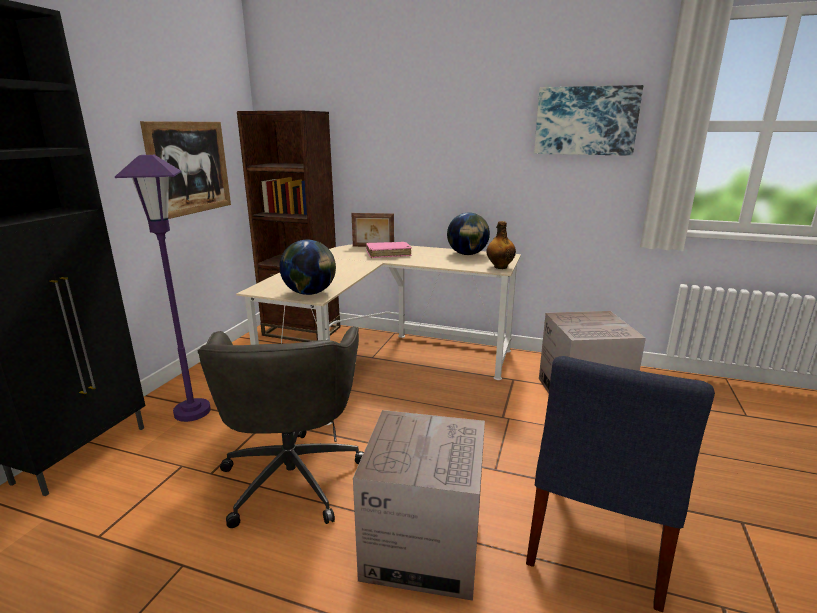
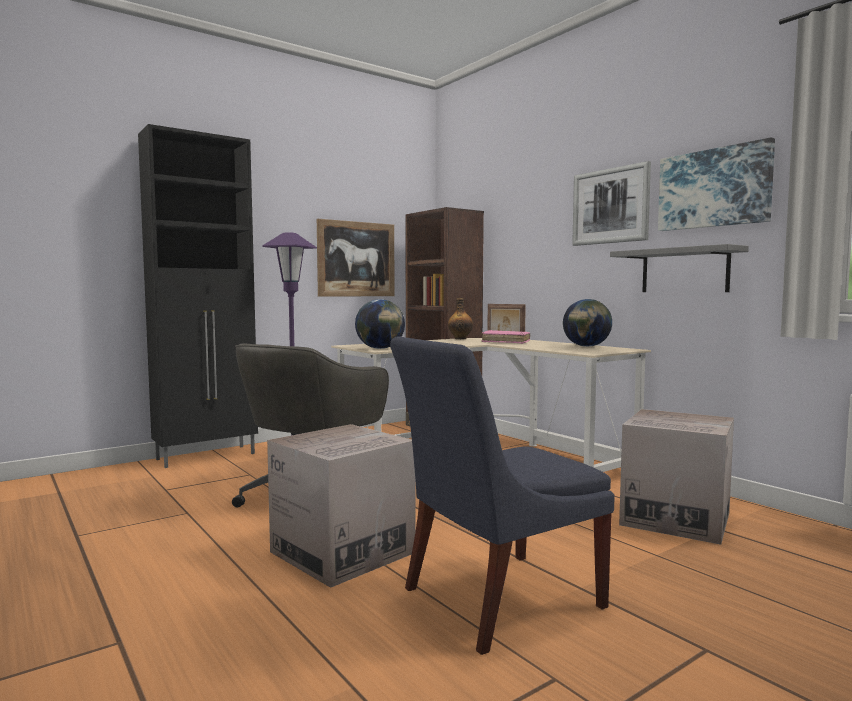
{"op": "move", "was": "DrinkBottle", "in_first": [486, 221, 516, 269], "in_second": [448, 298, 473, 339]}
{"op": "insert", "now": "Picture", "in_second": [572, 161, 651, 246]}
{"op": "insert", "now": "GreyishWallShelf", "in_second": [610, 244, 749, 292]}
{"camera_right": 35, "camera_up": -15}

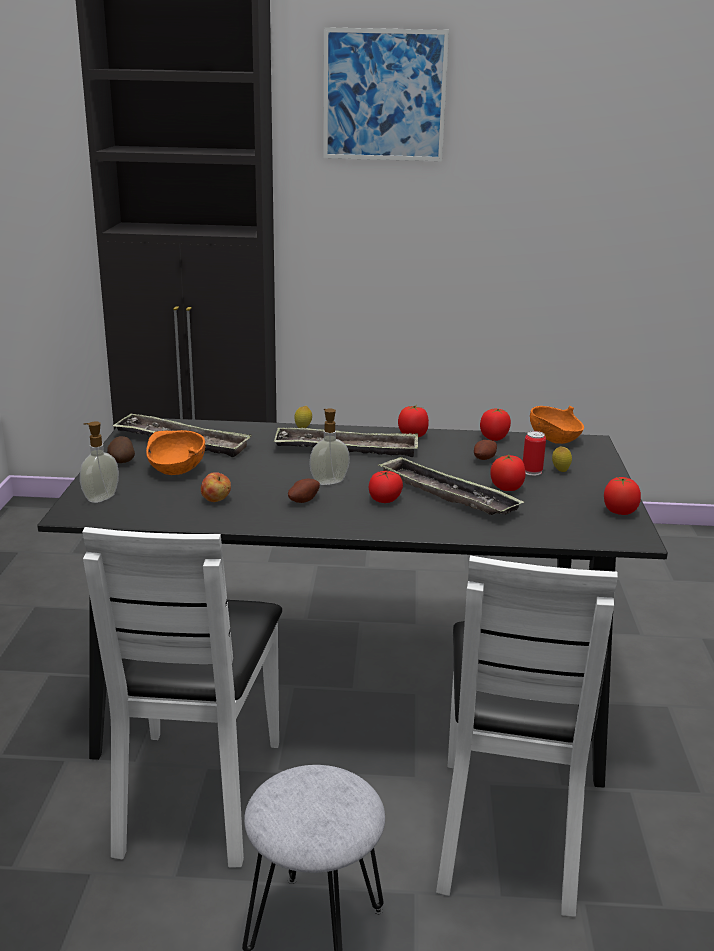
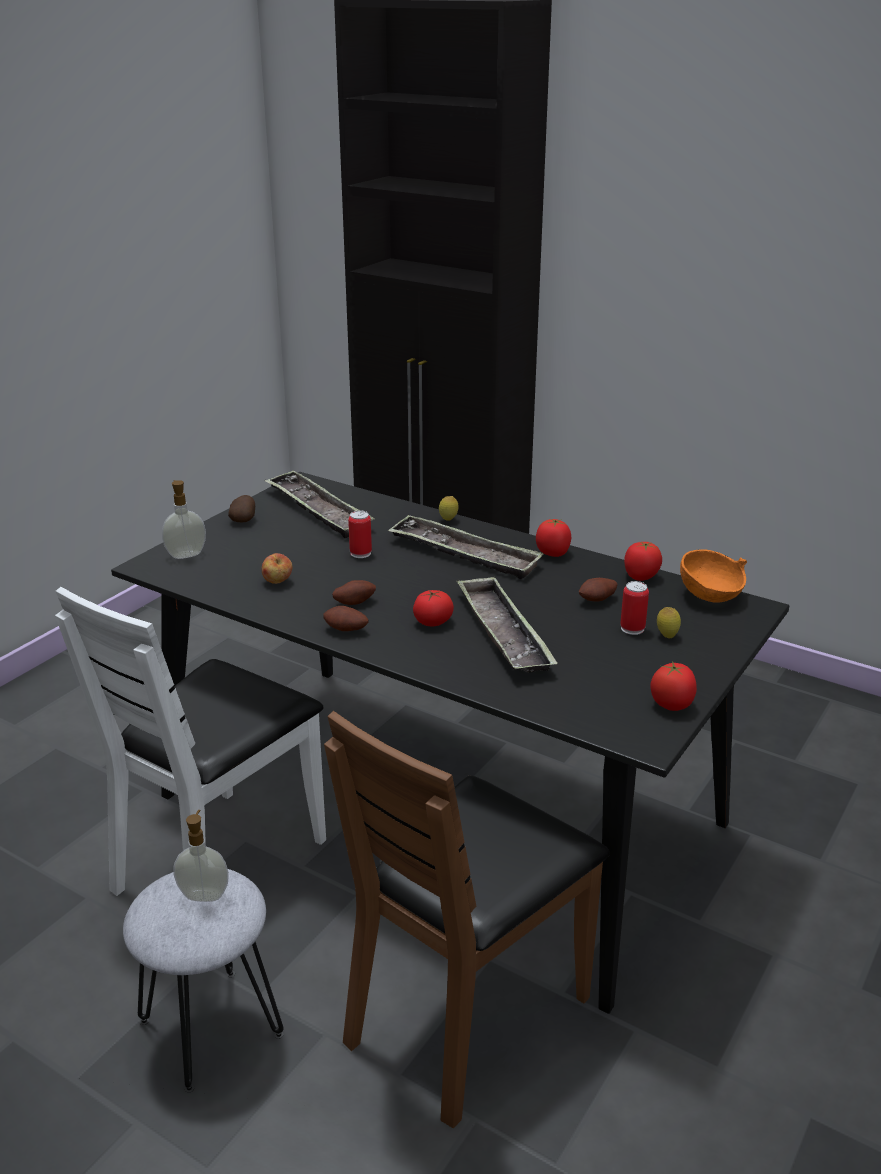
{"op": "delete", "was": "Picture", "in_first": [323, 27, 449, 161]}
{"op": "move", "was": "LiquidSoapBottle", "in_first": [309, 409, 350, 485], "in_second": [174, 810, 229, 902]}
{"op": "delete", "was": "OrangeyDeepDish", "in_first": [146, 430, 206, 475]}
{"op": "delete", "was": "FreshTomato", "in_first": [490, 455, 526, 491]}
{"op": "recolor", "was": "WhiteColouredChair", "now": "BrownishChair", "in_first": [436, 555, 618, 917], "in_second": [324, 711, 610, 1128]}
{"op": "insert", "now": "SealedCan", "in_second": [348, 511, 372, 558]}
{"op": "insert", "now": "WholePotato", "in_second": [323, 606, 369, 631]}
{"camera_right": 30, "camera_up": 5}

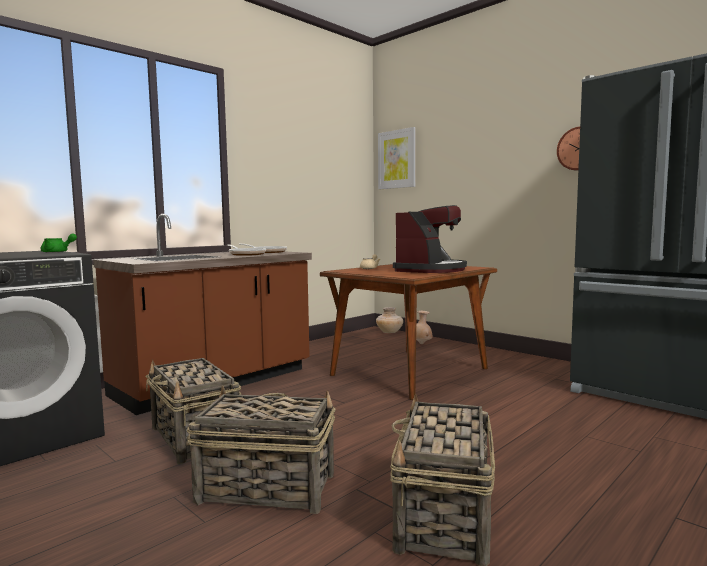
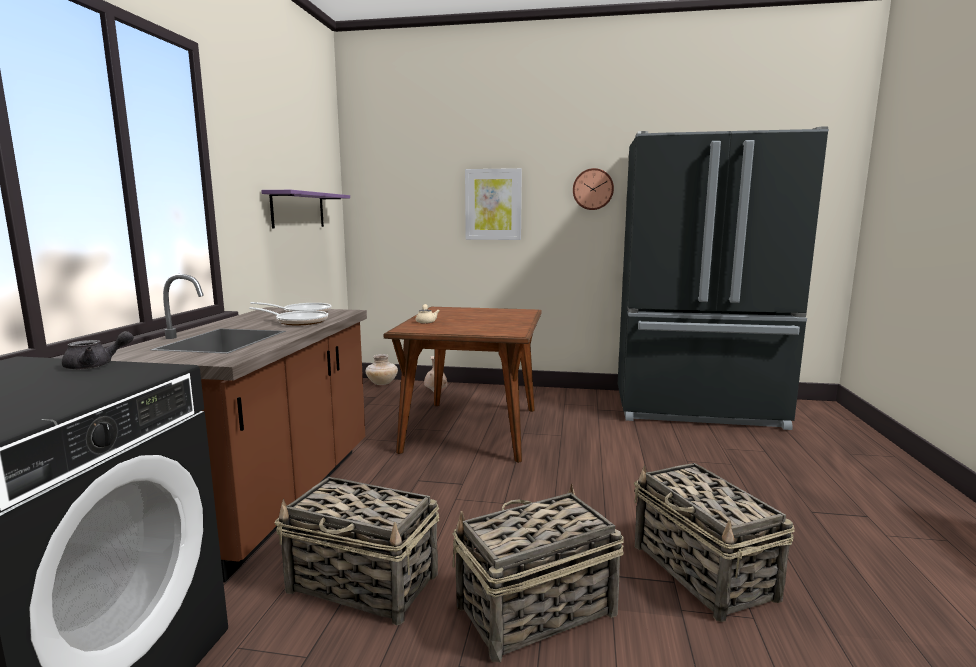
{"op": "move", "was": "Picture", "in_first": [378, 127, 416, 189], "in_second": [465, 168, 522, 240]}
{"op": "delete", "was": "CoffeeMaker", "in_first": [393, 205, 467, 273]}
{"op": "recolor", "was": "GreenishPotForTea", "now": "GreyishPotForTea", "in_first": [41, 234, 77, 253], "in_second": [62, 331, 134, 370]}
{"op": "insert", "now": "PurpleWallShelf", "in_second": [261, 190, 350, 228]}
{"camera_right": -35, "camera_up": 5}

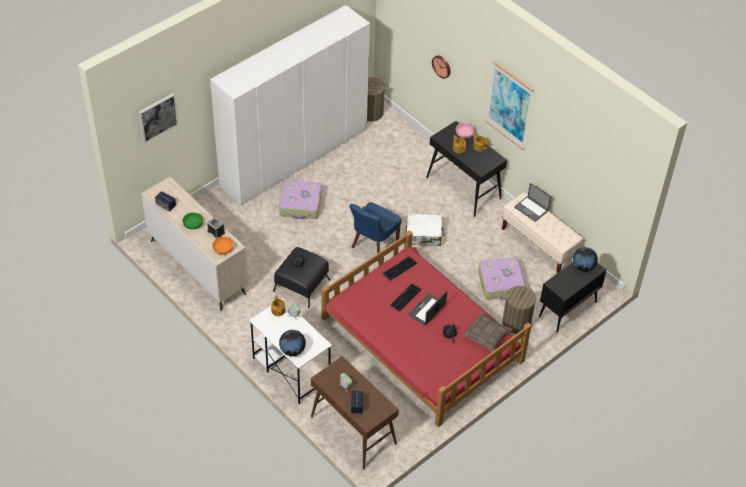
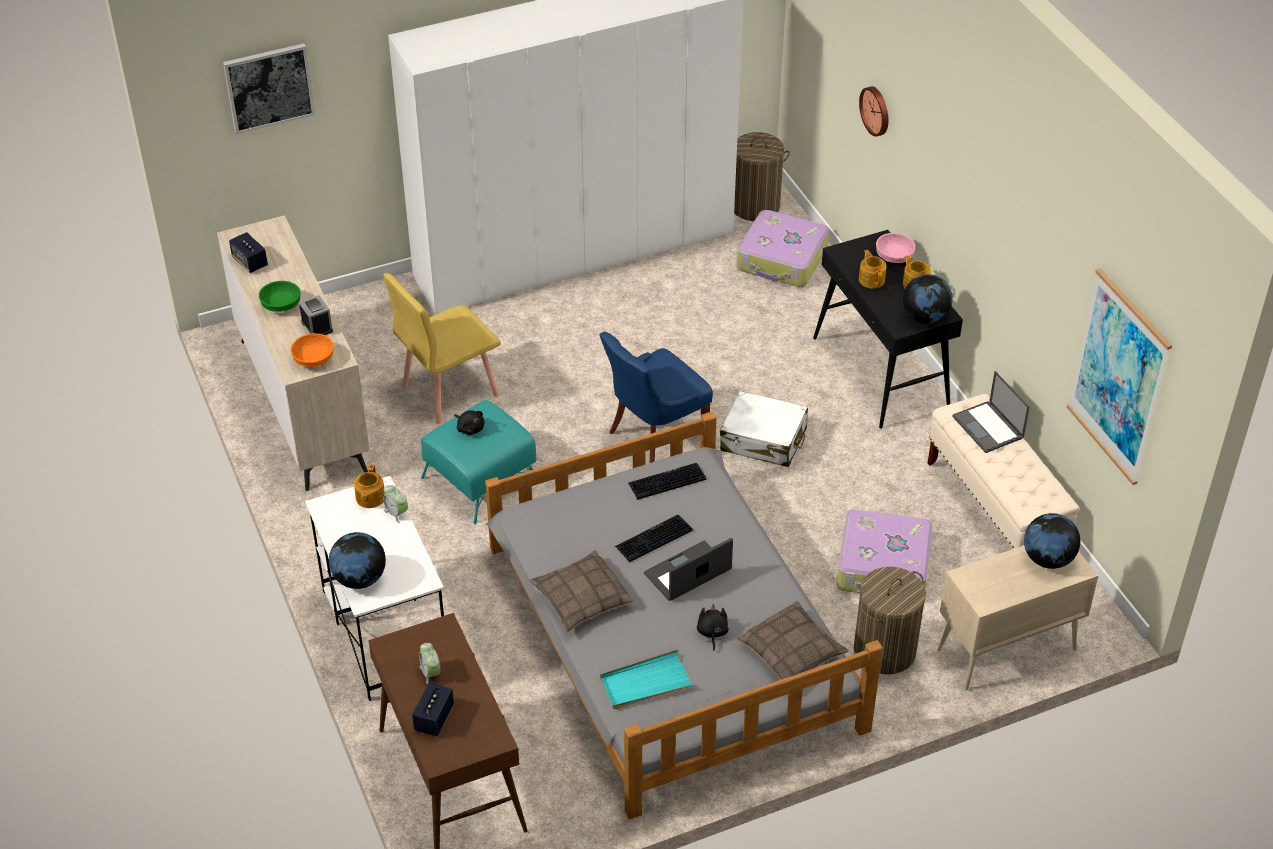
{"op": "move", "was": "Picture", "in_first": [486, 61, 534, 150], "in_second": [1067, 268, 1172, 485]}
{"op": "move", "was": "TravelCase", "in_first": [279, 180, 322, 219], "in_second": [737, 210, 829, 287]}
{"op": "recolor", "was": "RedColouredBed", "now": "GreyishBed", "in_first": [321, 230, 532, 427], "in_second": [485, 412, 883, 819]}
{"op": "recolor", "was": "BlackColouredOttoman", "now": "BlueGreenOttoman", "in_first": [273, 247, 330, 308], "in_second": [421, 400, 537, 524]}
{"op": "recolor", "was": "BlackColouredStorageCabinet", "now": "BeigeColouredStorageCabinet", "in_first": [539, 262, 606, 332], "in_second": [938, 545, 1098, 690]}
{"op": "insert", "now": "YellowChair", "in_second": [383, 273, 501, 424]}
{"op": "insert", "now": "Globe", "in_second": [903, 274, 953, 324]}
{"op": "insert", "now": "Pillow", "in_second": [529, 550, 635, 633]}
{"op": "insert", "now": "BlueGreenTray", "in_second": [600, 649, 694, 709]}
{"camera_right": 20, "camera_up": -5}

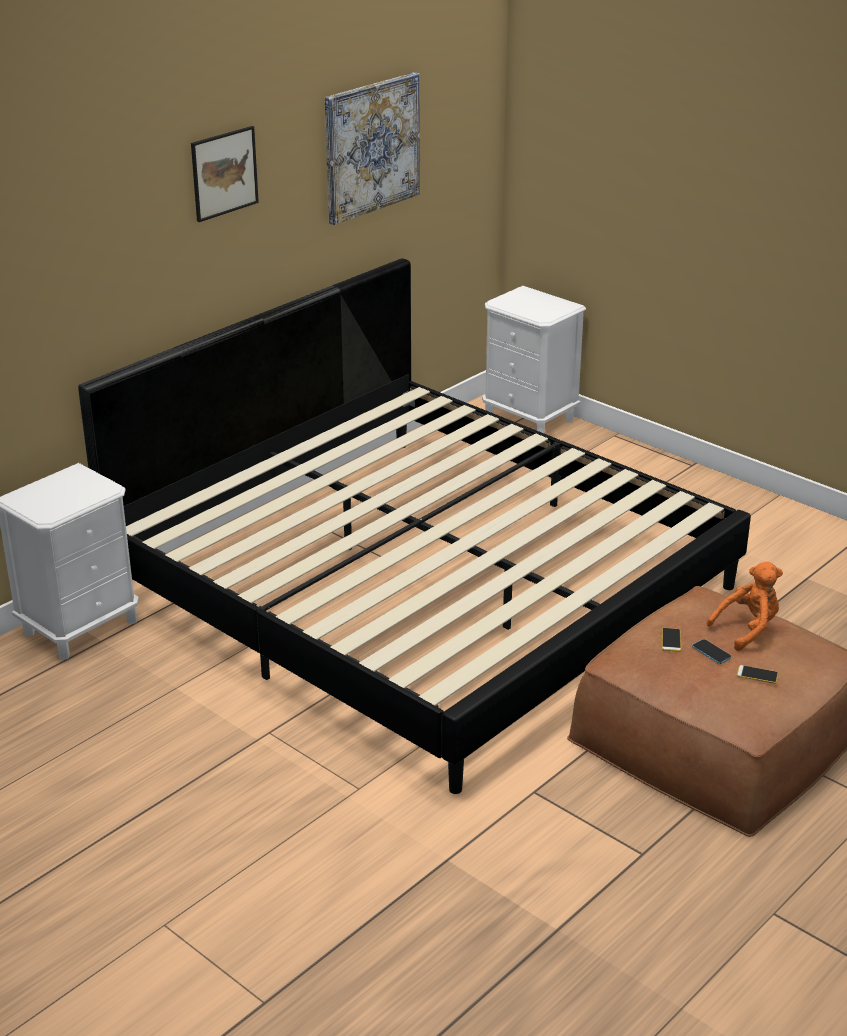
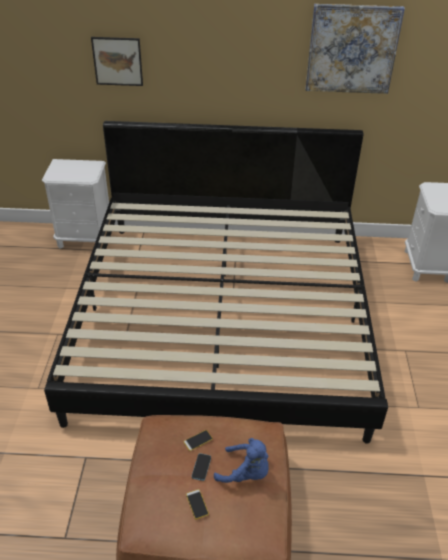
{"op": "move", "was": "Picture", "in_first": [191, 126, 259, 222], "in_second": [91, 37, 143, 86]}
{"op": "recolor", "was": "OrangeyCuddlyToy", "now": "BluishCuddlyToy", "in_first": [707, 561, 783, 651], "in_second": [214, 438, 269, 483]}
{"camera_right": 50, "camera_up": 10}

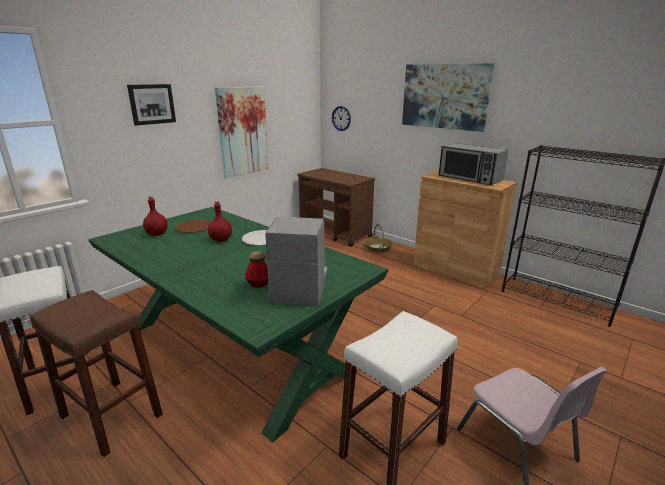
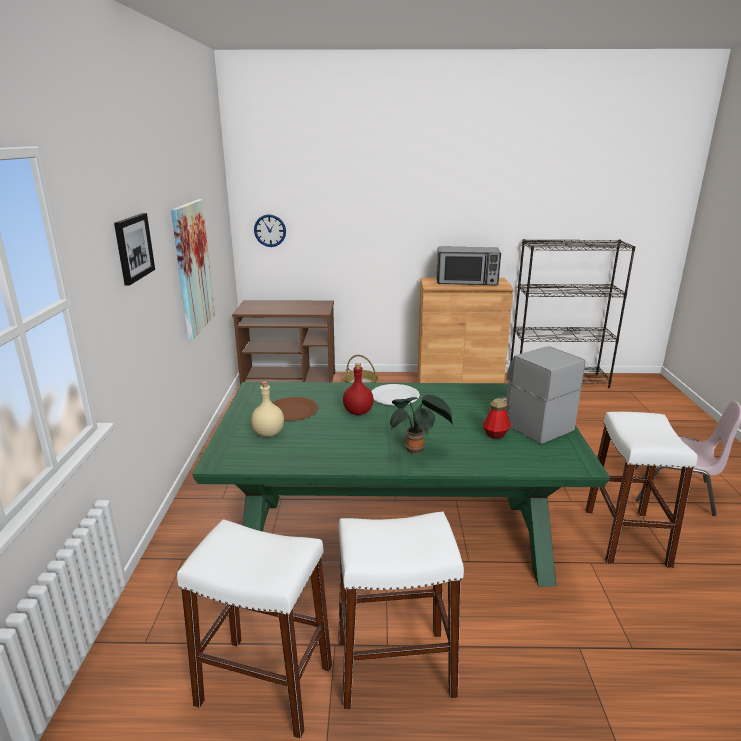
{"op": "delete", "was": "Picture", "in_first": [402, 63, 494, 132]}
{"op": "recolor", "was": "RedColouredDrinkBottle", "now": "BeigeColouredDrinkBottle", "in_first": [143, 196, 168, 236], "in_second": [251, 381, 284, 437]}
{"op": "recolor", "was": "BrownishStoolSeat", "now": "WhiteColouredStoolSeat", "in_first": [30, 290, 163, 457], "in_second": [338, 511, 464, 709]}
{"op": "insert", "now": "PlantInAPot", "in_second": [390, 395, 453, 454]}
{"camera_right": -40, "camera_up": 0}

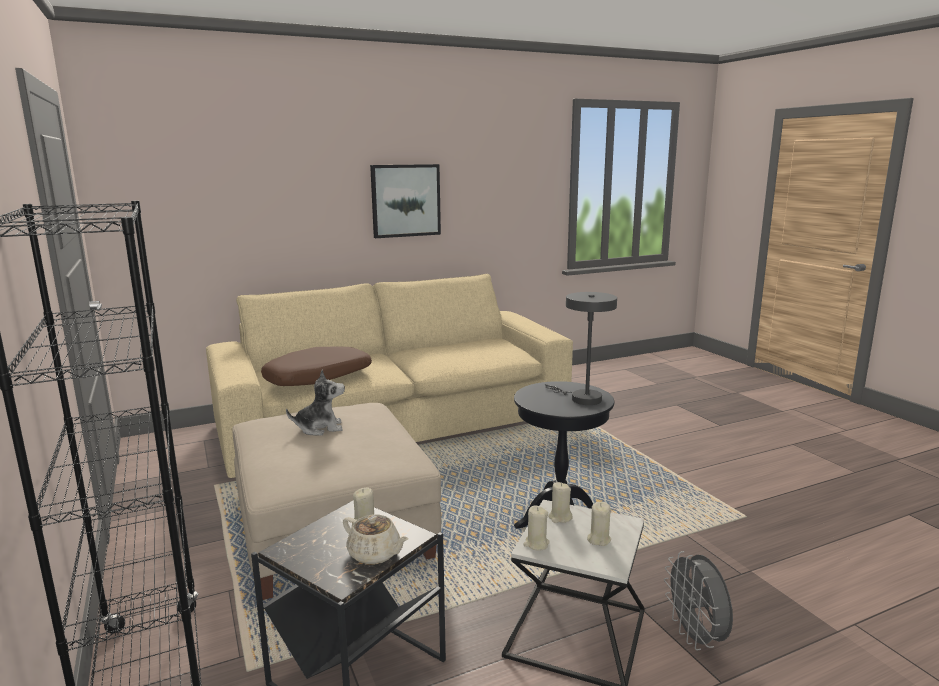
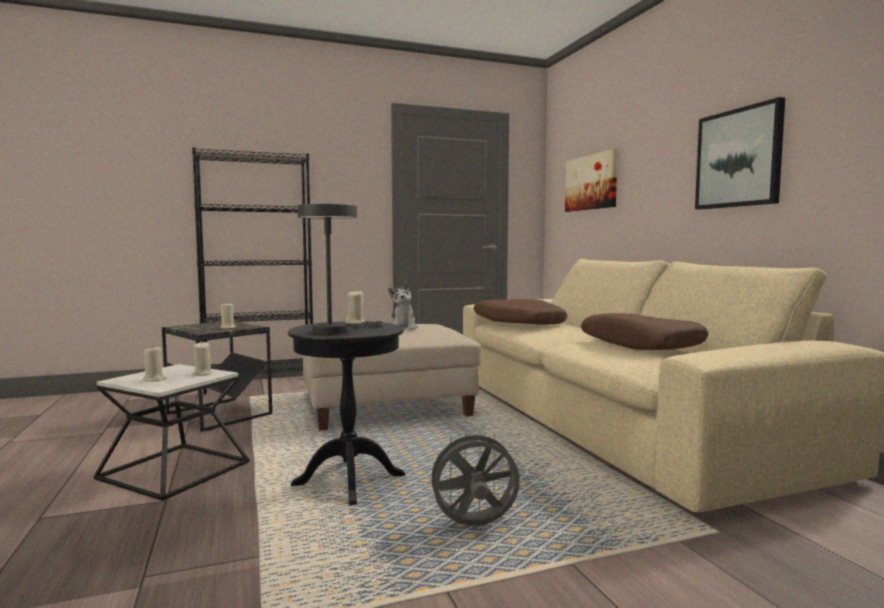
{"op": "move", "was": "BeigeColouredWaxCandle", "in_first": [523, 505, 550, 551], "in_second": [345, 291, 365, 324]}
{"op": "delete", "was": "BeigeColouredPotForTea", "in_first": [343, 515, 409, 564]}
{"op": "move", "was": "GreyishElectricFan", "in_first": [664, 551, 733, 650], "in_second": [425, 428, 520, 526]}
{"op": "insert", "now": "Picture", "in_second": [565, 149, 618, 212]}
{"op": "insert", "now": "BrownishPillow", "in_second": [581, 313, 708, 350]}
{"camera_right": 95, "camera_up": -10}

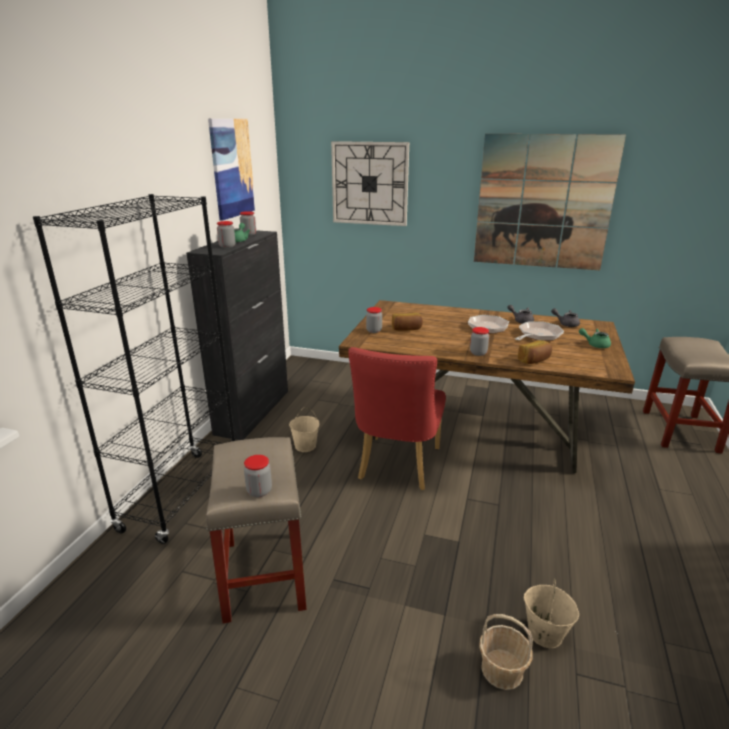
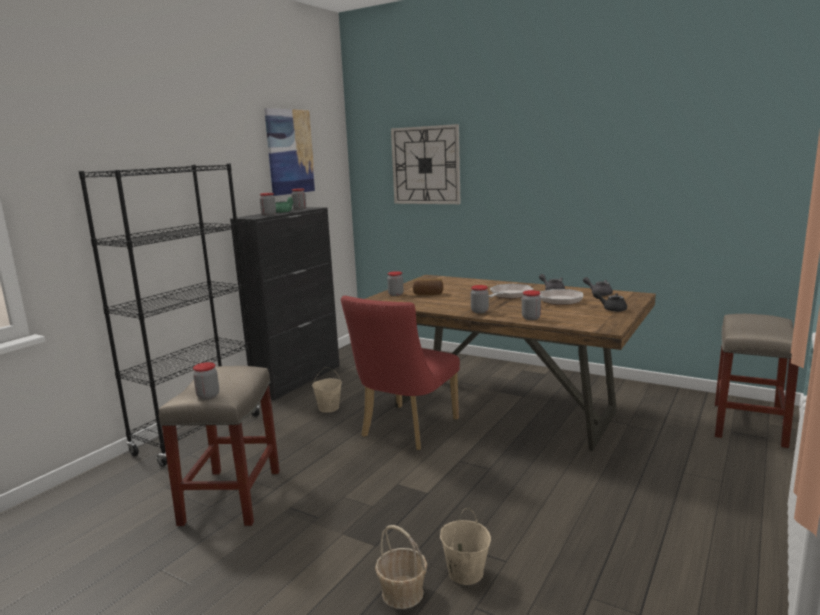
{"op": "delete", "was": "Picture", "in_first": [474, 134, 626, 270]}
{"op": "recolor", "was": "GreenishPotForTea", "now": "BlackColouredPotForTea", "in_first": [579, 328, 611, 348], "in_second": [593, 291, 627, 312]}
{"op": "replace", "was": "BakeryBread", "now": "StorageJar", "in_first": [518, 340, 552, 364], "in_second": [522, 290, 541, 320]}
{"camera_right": 15, "camera_up": -10}

